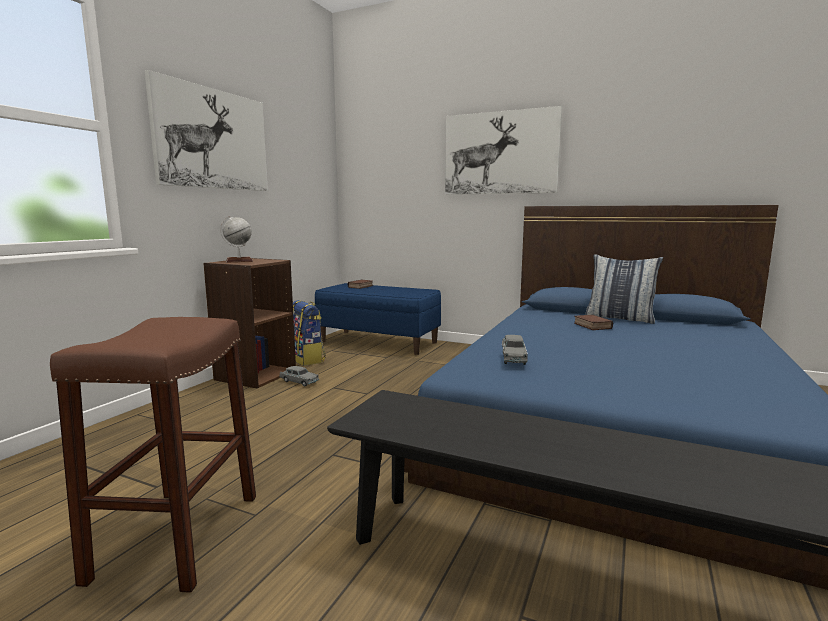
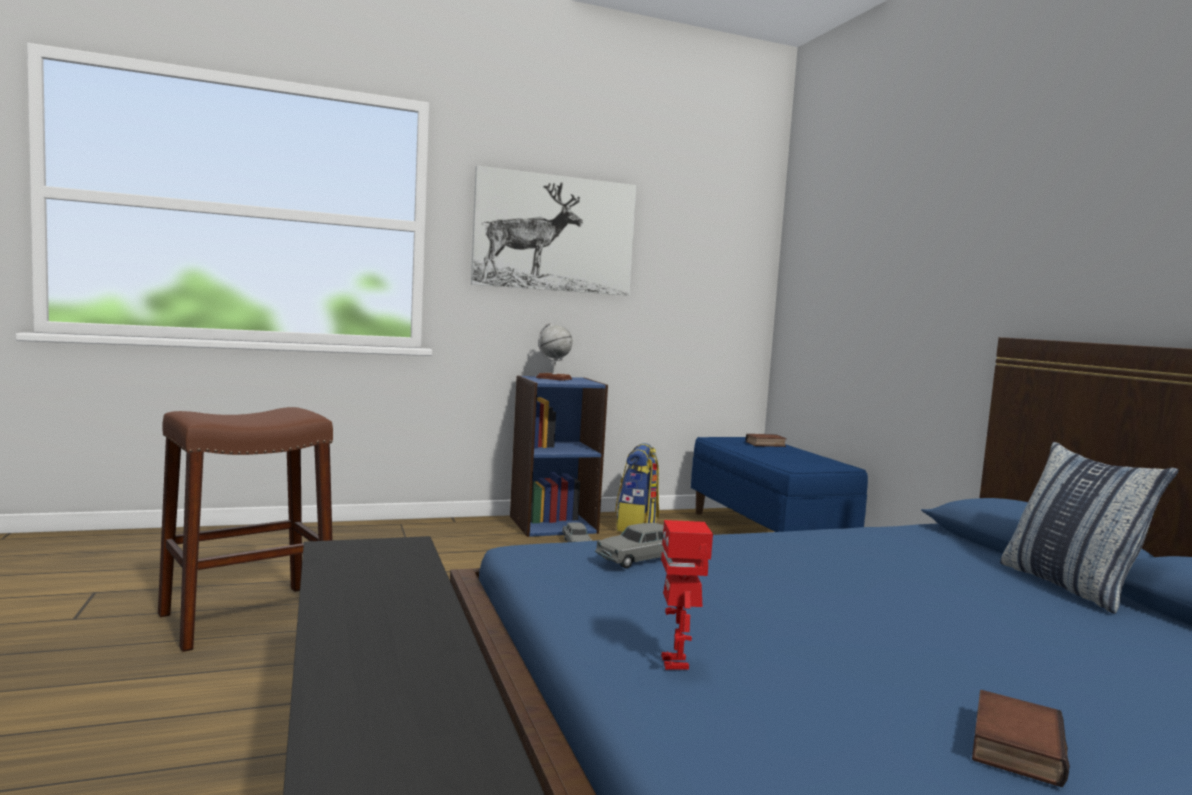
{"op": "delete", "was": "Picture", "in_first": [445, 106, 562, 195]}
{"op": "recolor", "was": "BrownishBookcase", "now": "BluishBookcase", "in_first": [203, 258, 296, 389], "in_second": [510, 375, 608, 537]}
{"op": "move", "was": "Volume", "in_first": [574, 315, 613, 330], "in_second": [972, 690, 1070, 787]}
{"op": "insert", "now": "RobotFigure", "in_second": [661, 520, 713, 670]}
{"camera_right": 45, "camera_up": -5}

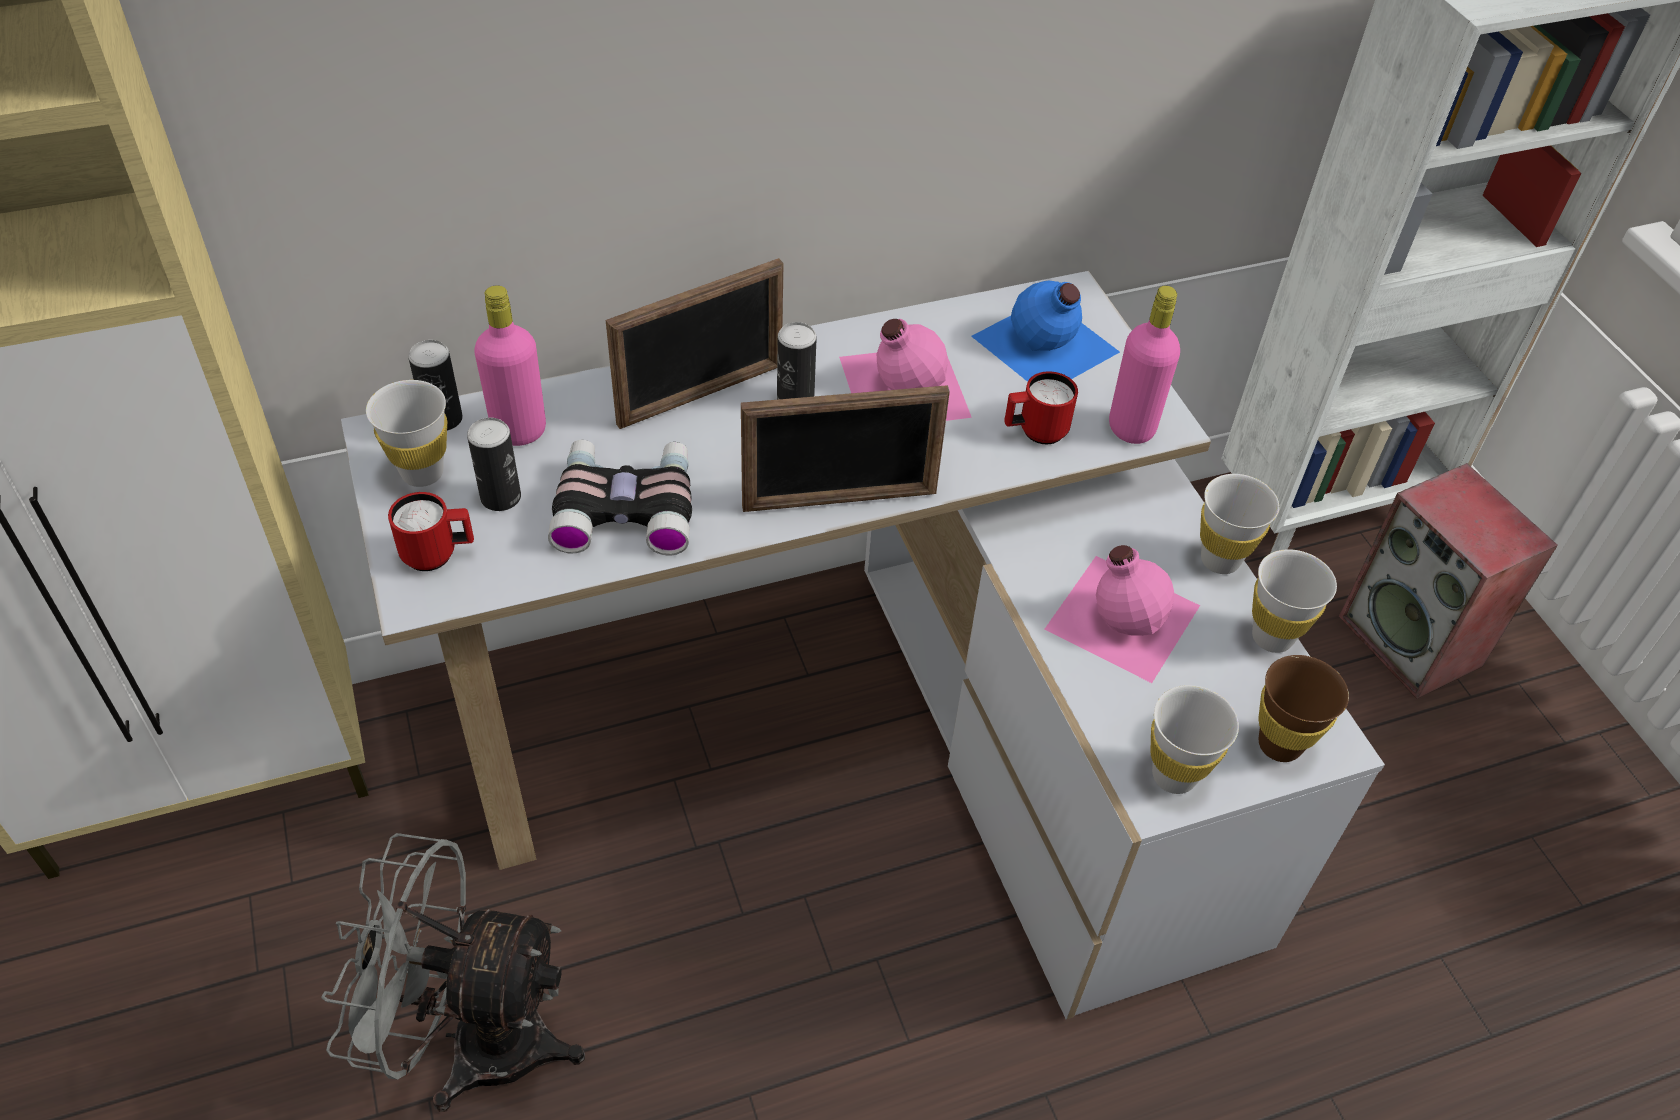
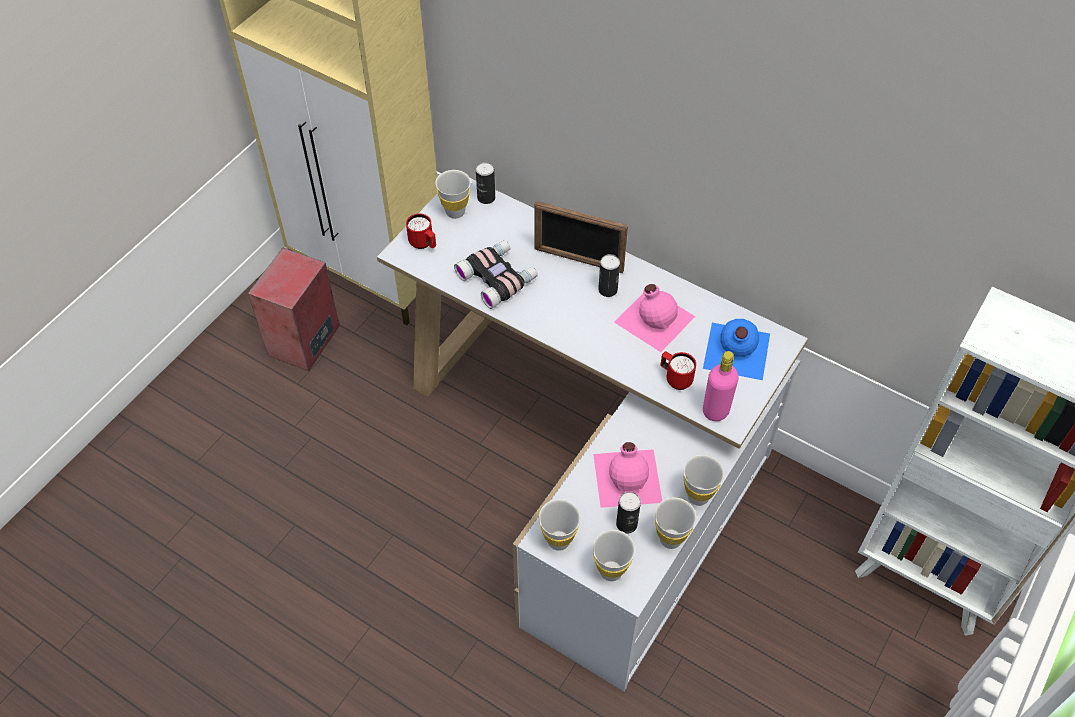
{"op": "delete", "was": "PinkDrinkBottle", "in_first": [474, 285, 546, 446]}
{"op": "delete", "was": "StandingFrame", "in_first": [741, 385, 950, 512]}
{"op": "move", "was": "SealedCan", "in_first": [467, 418, 521, 511], "in_second": [616, 492, 641, 534]}
{"op": "move", "was": "Loudspeaker", "in_first": [1339, 463, 1558, 699], "in_second": [248, 248, 340, 371]}
{"op": "recolor", "was": "BrownishDrinkingCup", "now": "WhiteColouredDrinkingCup", "in_first": [1258, 655, 1349, 762], "in_second": [593, 530, 635, 581]}
{"op": "delete", "was": "GreyishElectricFan", "in_first": [321, 833, 585, 1112]}
{"camera_right": 55, "camera_up": 5}

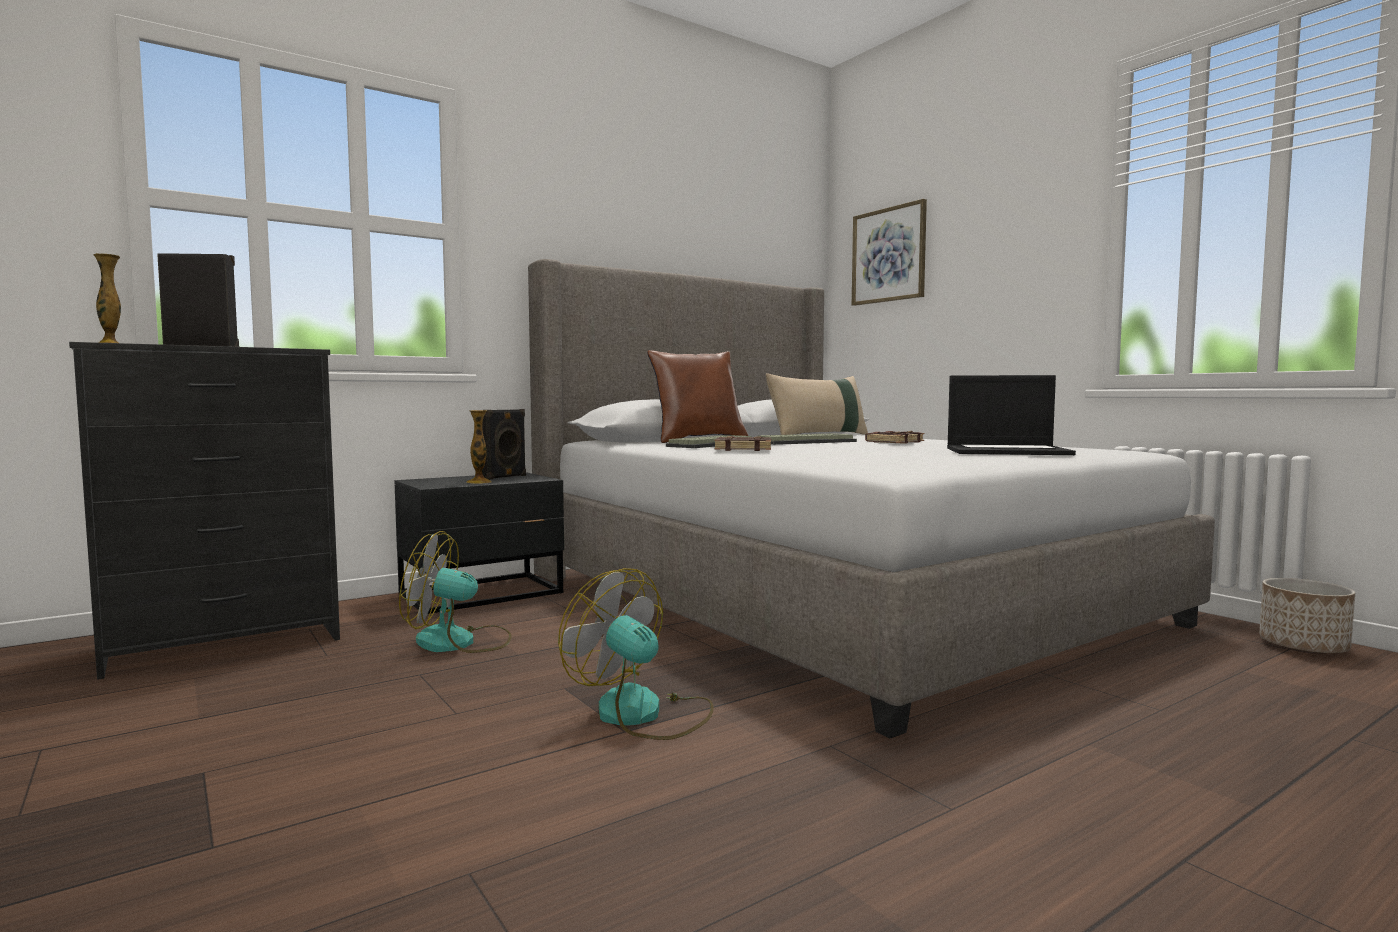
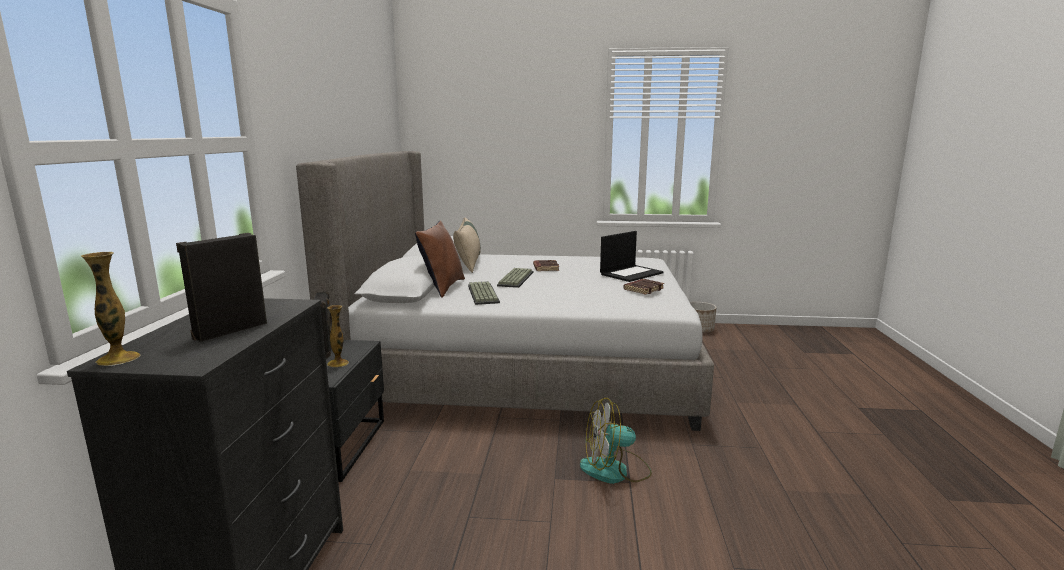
{"op": "delete", "was": "Picture", "in_first": [852, 199, 927, 306]}
{"op": "move", "was": "BrownishVolume", "in_first": [714, 436, 771, 451], "in_second": [623, 279, 664, 295]}
{"op": "delete", "was": "ElectricFan", "in_first": [399, 531, 512, 653]}
{"camera_right": -50, "camera_up": 10}

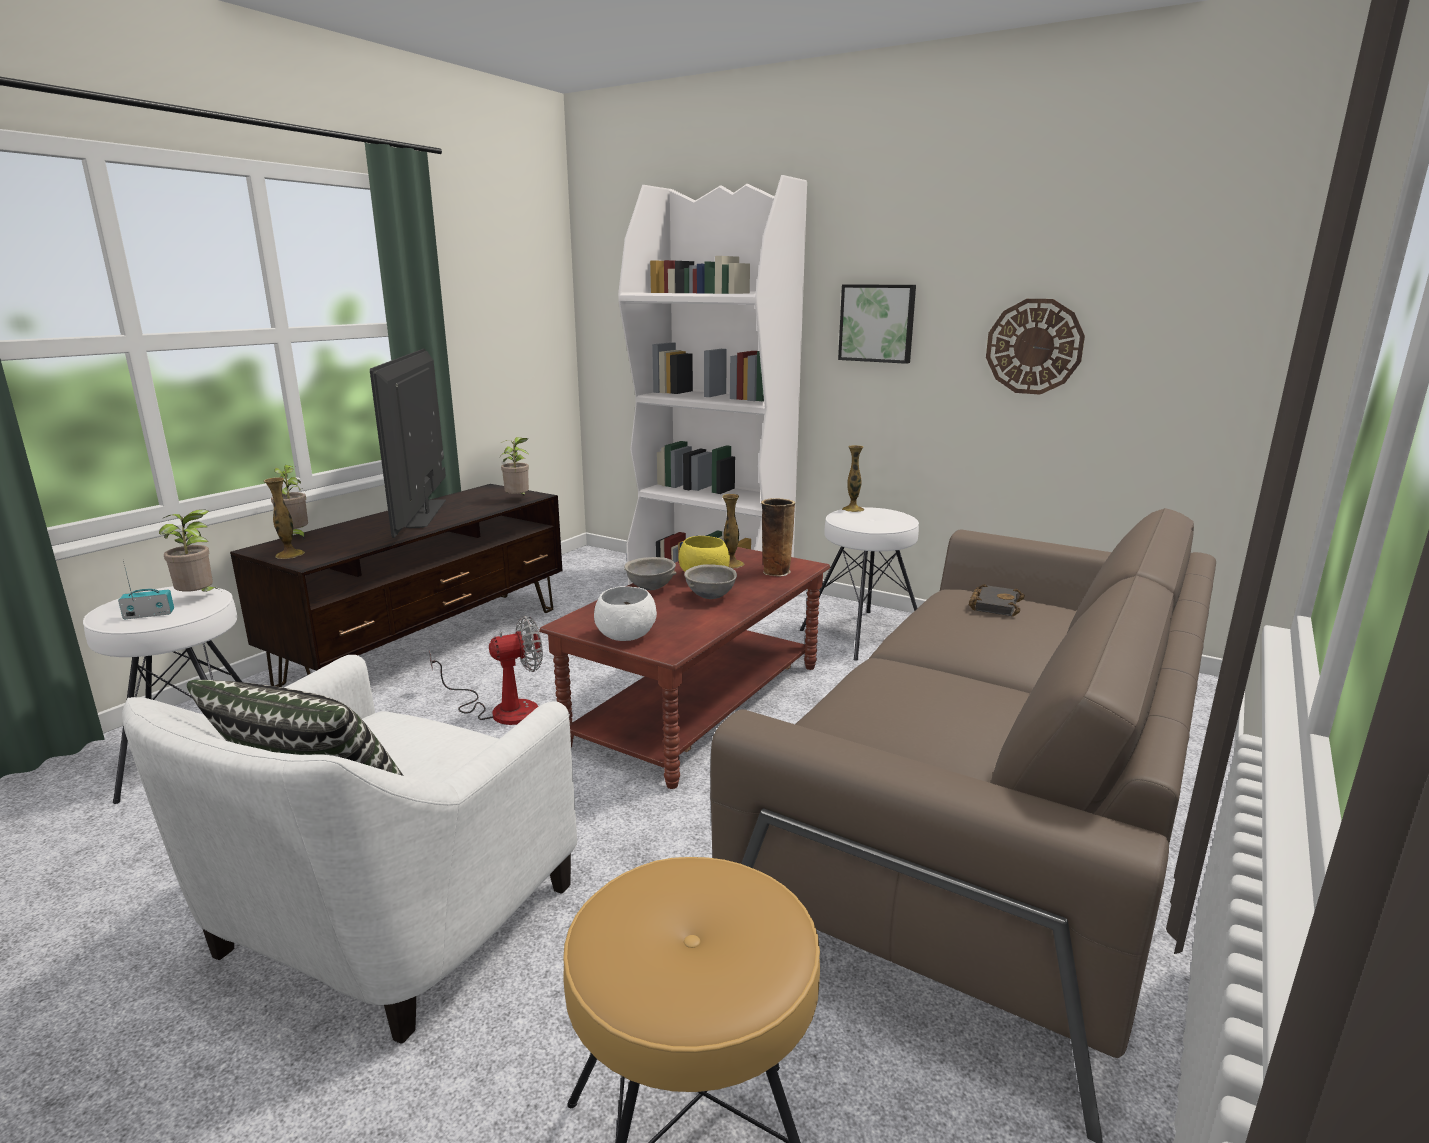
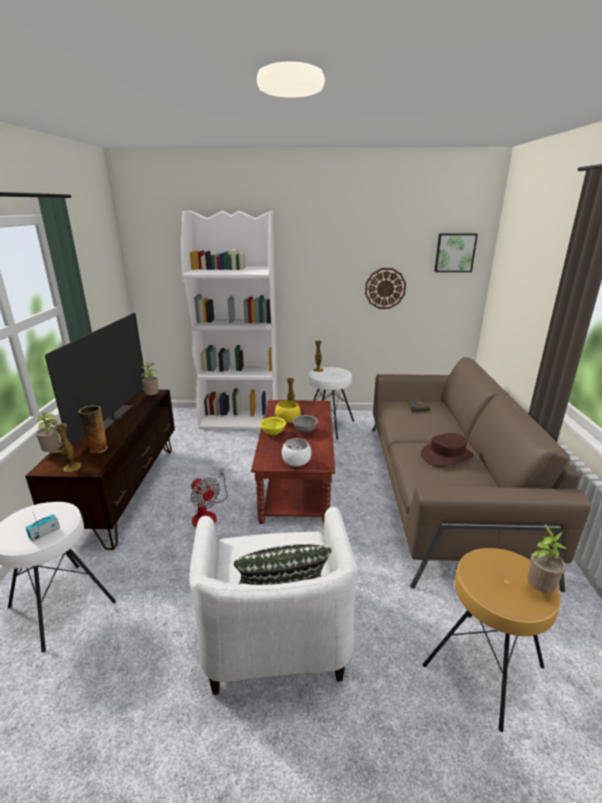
{"op": "move", "was": "Picture", "in_first": [838, 284, 916, 364], "in_second": [434, 233, 478, 272]}
{"op": "rotate", "was": "Television", "in_first": [370, 349, 446, 538], "in_second": [45, 313, 146, 447], "clockwise": -135}
{"op": "move", "was": "DecorativeVase", "in_first": [761, 498, 795, 576], "in_second": [78, 406, 108, 453]}
{"op": "move", "was": "PlantInAPot", "in_first": [159, 509, 219, 592], "in_second": [527, 524, 568, 593]}
{"op": "recolor", "was": "GreyishDeepDish", "now": "YellowDeepDish", "in_first": [624, 557, 677, 590], "in_second": [260, 417, 287, 435]}
{"op": "rotate", "was": "ElectricFan", "in_first": [429, 616, 543, 725], "in_second": [191, 468, 228, 527], "clockwise": 105}
{"op": "insert", "now": "BrownishWearableHat", "in_second": [421, 433, 474, 466]}
{"camera_right": -30, "camera_up": 5}

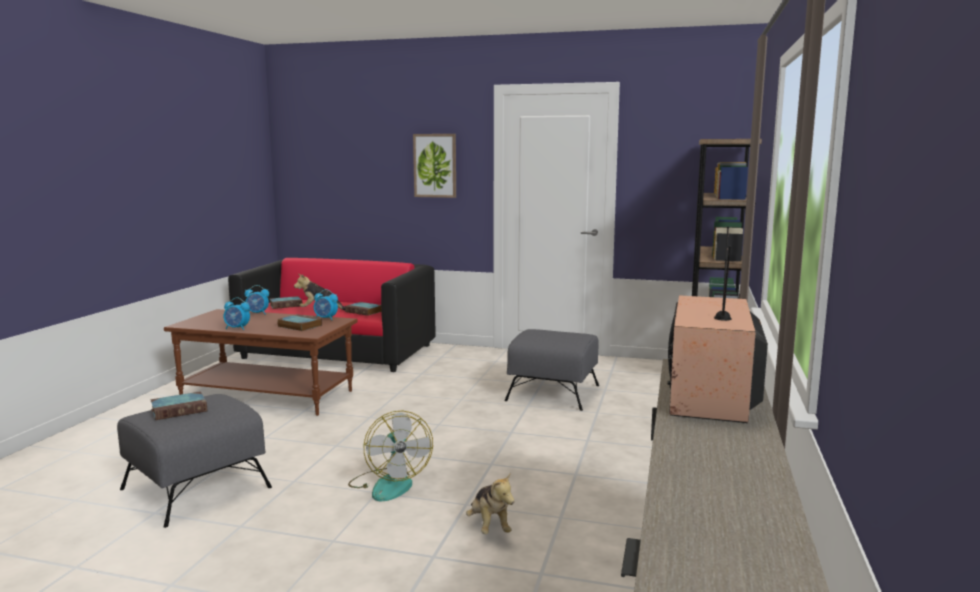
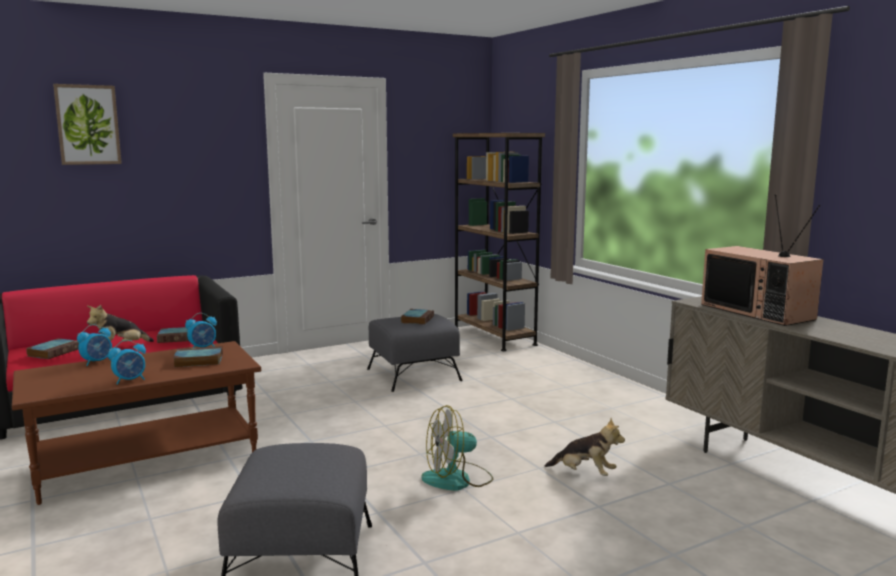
{"op": "move", "was": "Picture", "in_first": [413, 134, 456, 198], "in_second": [53, 84, 122, 165]}
{"op": "move", "was": "Volume", "in_first": [150, 391, 207, 420], "in_second": [401, 309, 434, 325]}
{"op": "rotate", "was": "ElectricFan", "in_first": [348, 411, 433, 501], "in_second": [421, 405, 493, 491], "clockwise": 135}
{"camera_right": -45, "camera_up": 0}

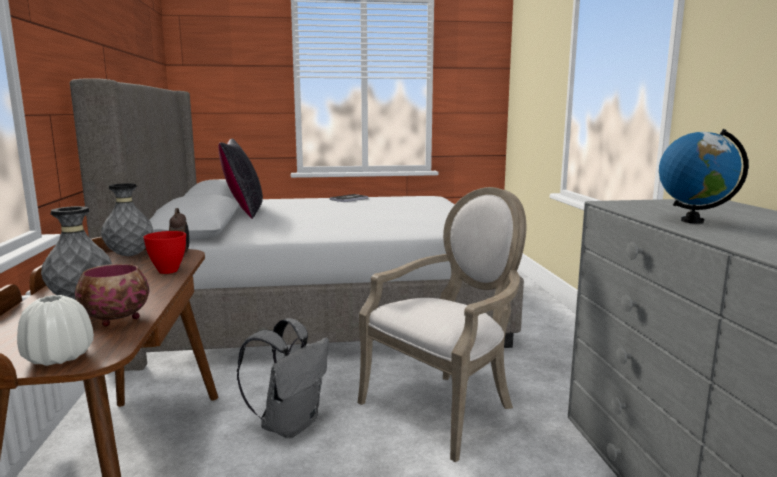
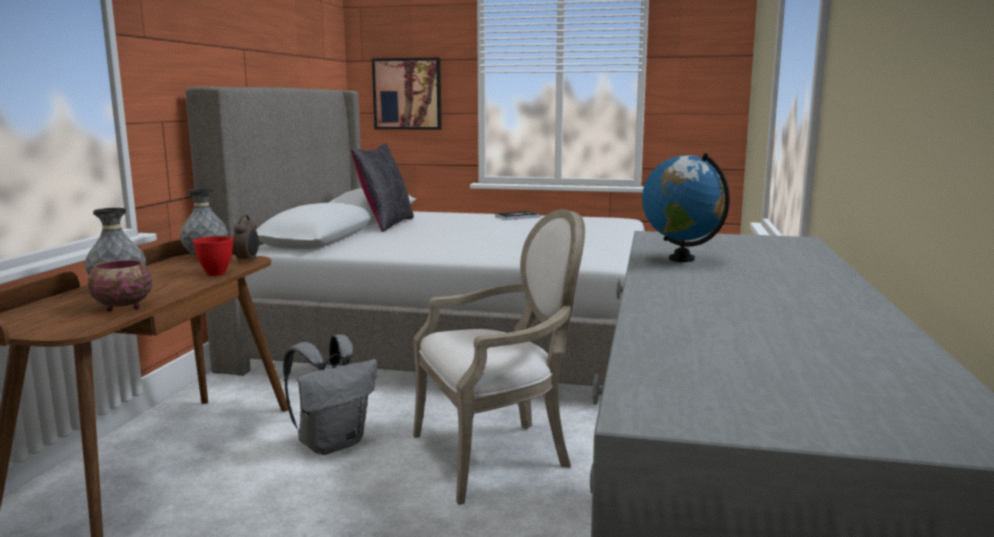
{"op": "delete", "was": "WhiteColouredDecorativeVase", "in_first": [17, 295, 94, 366]}
{"op": "insert", "now": "Picture", "in_second": [372, 58, 442, 130]}
{"camera_right": 20, "camera_up": 0}

